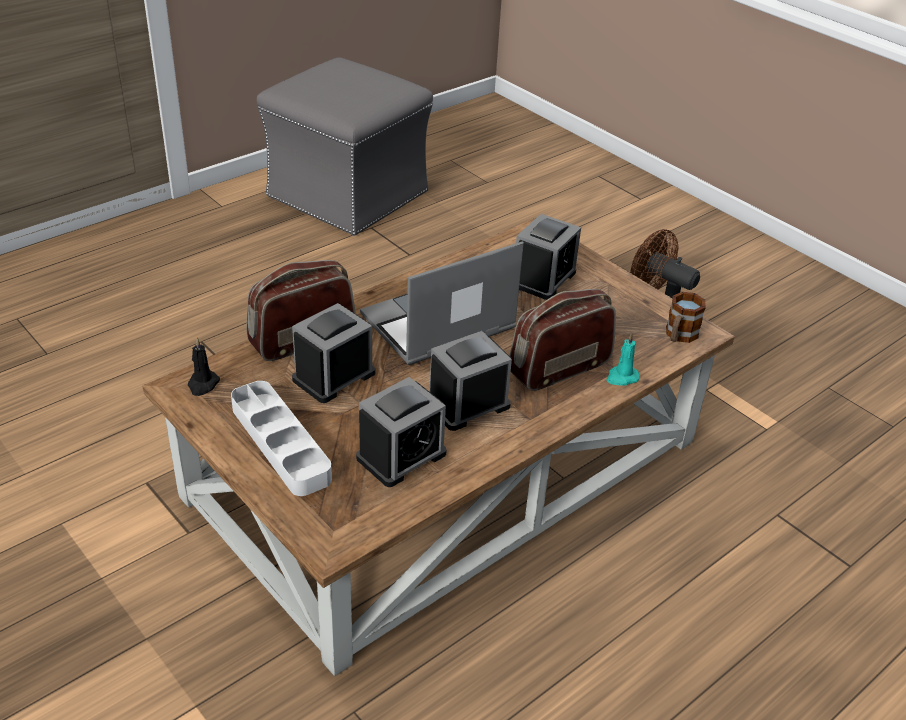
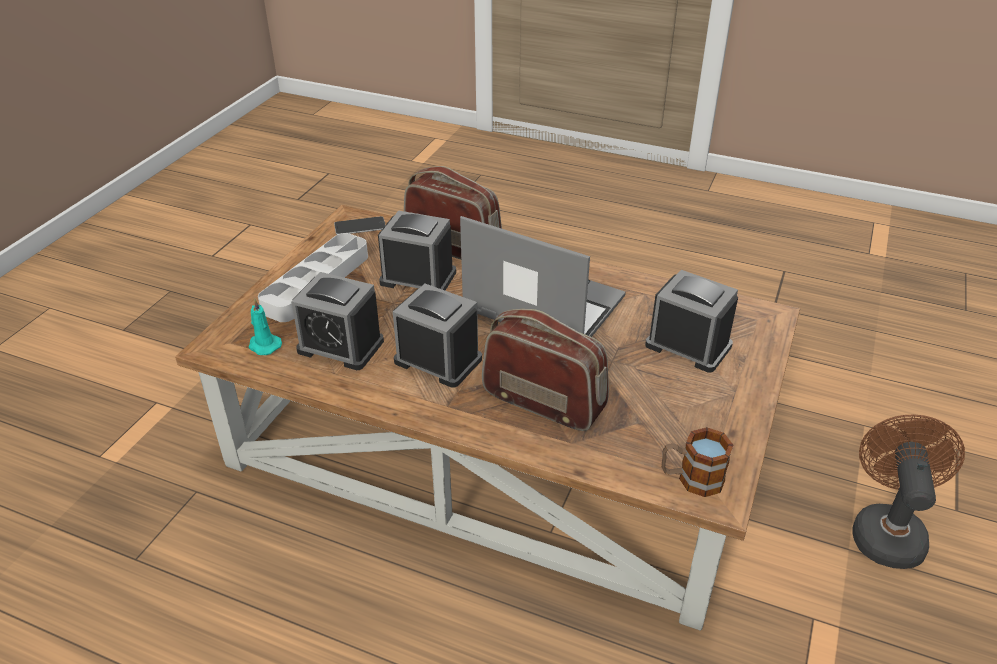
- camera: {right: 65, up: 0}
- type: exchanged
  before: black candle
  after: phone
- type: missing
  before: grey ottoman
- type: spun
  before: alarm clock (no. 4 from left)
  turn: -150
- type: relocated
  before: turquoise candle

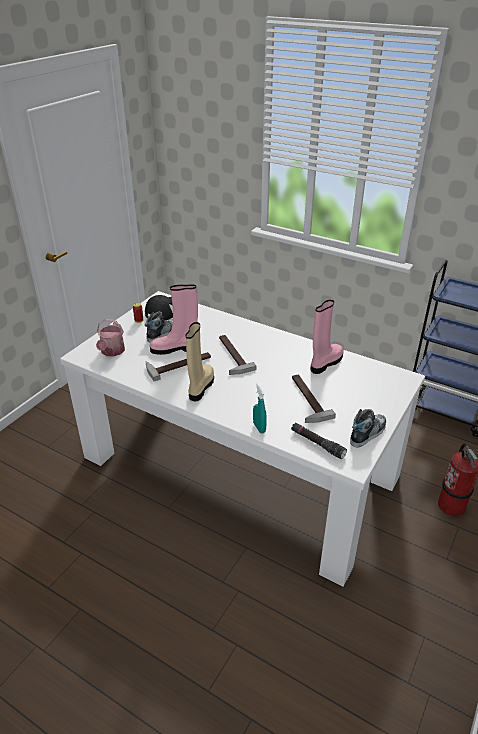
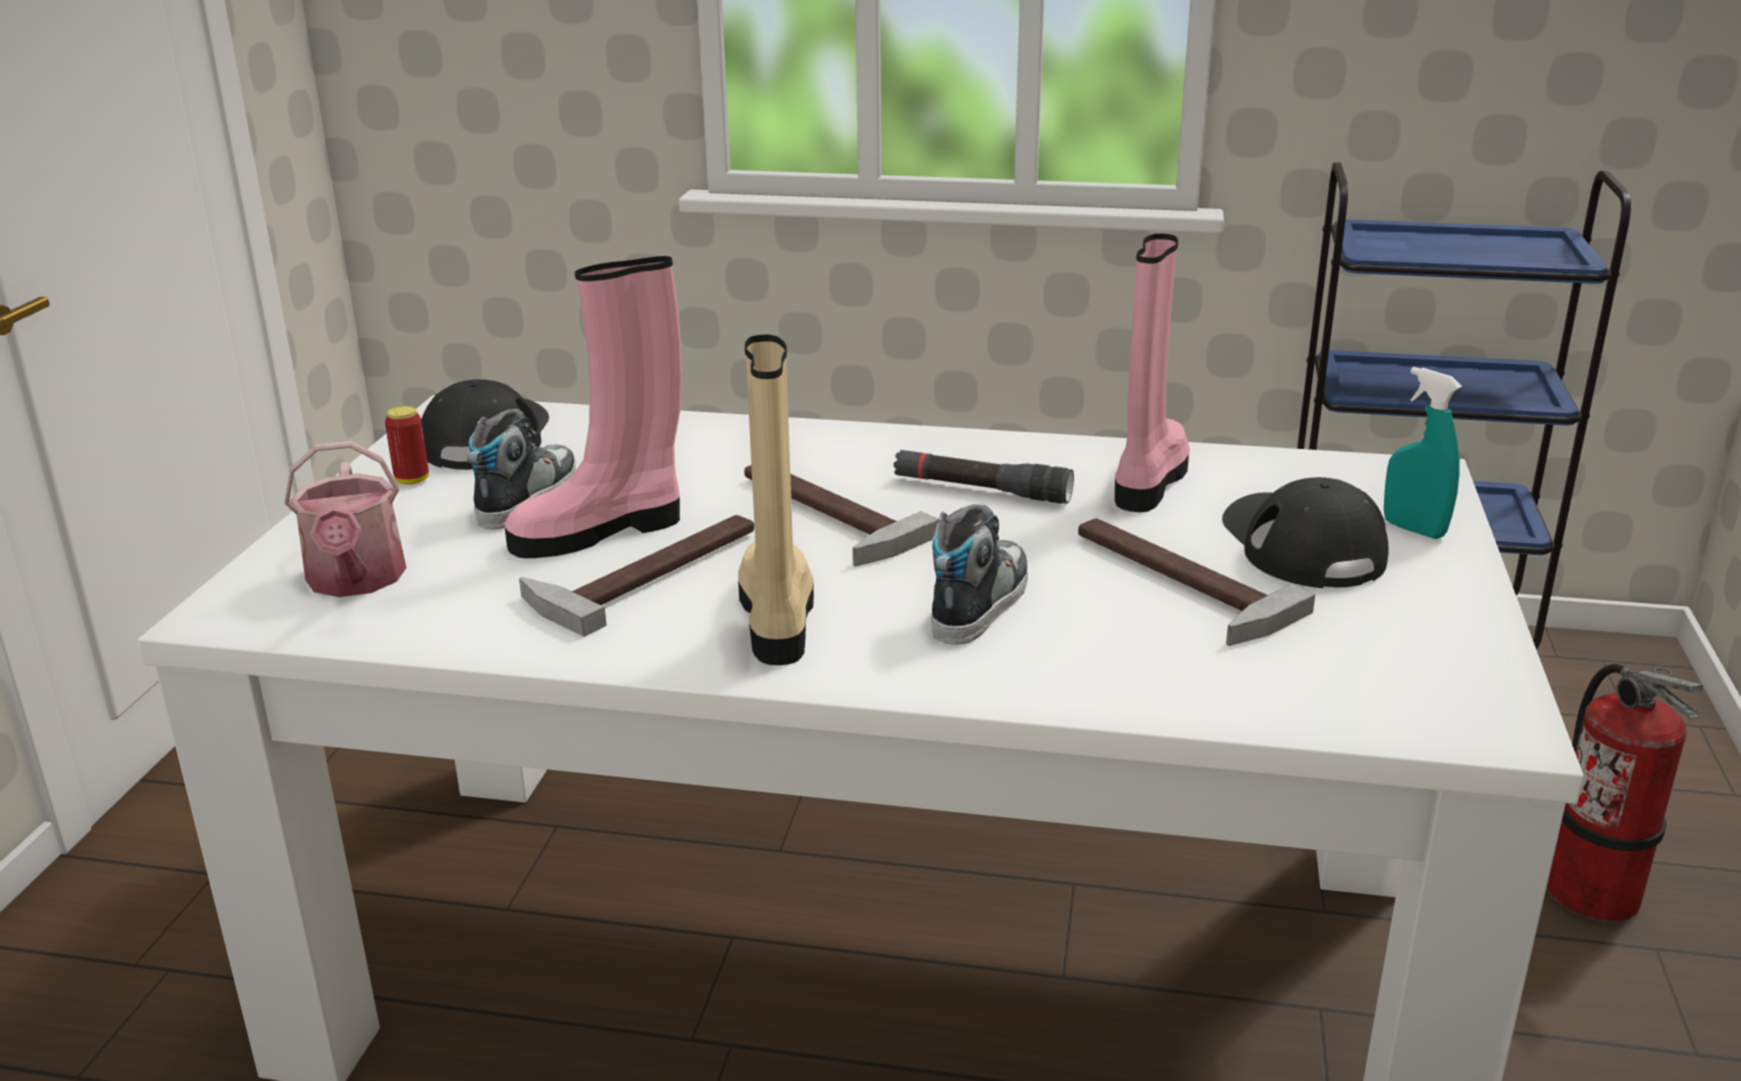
- camera: {right: -20, up: -10}
- type: relocated
  before: turquoise spray bottle
- type: relocated
  before: black flashlight
- type: relocated
  before: shoe (no. 2 from left)
- type: appeared
  after: black cap (no. 2 from left)

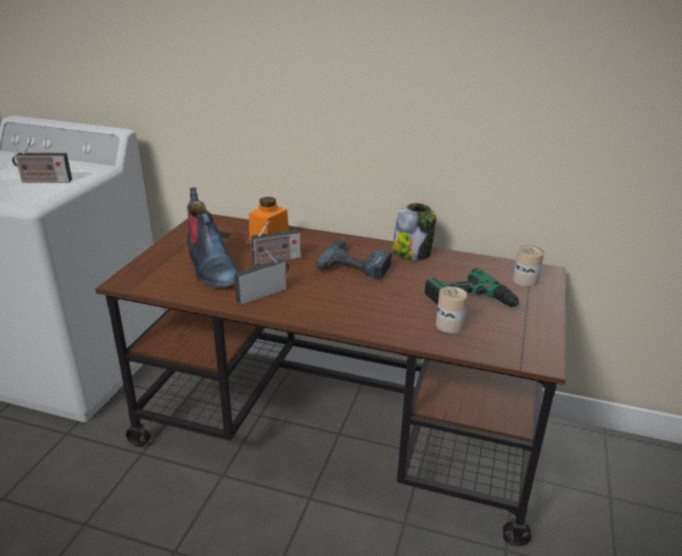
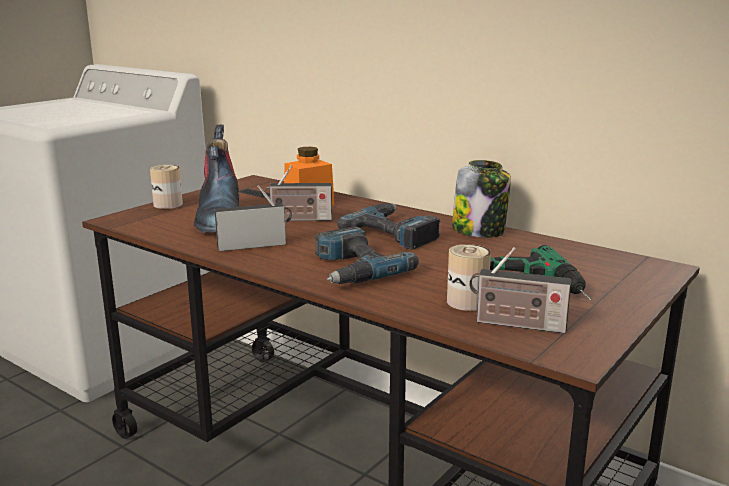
- camera: {right: 20, up: -10}
- type: relocated
  before: radio (no. 1 from left in the first image)
  after: radio (no. 3 from left)
- type: relocated
  before: can (no. 2 from left in the first image)
  after: can (no. 1 from left)
- type: appeared
  after: power drill (no. 1 from left)

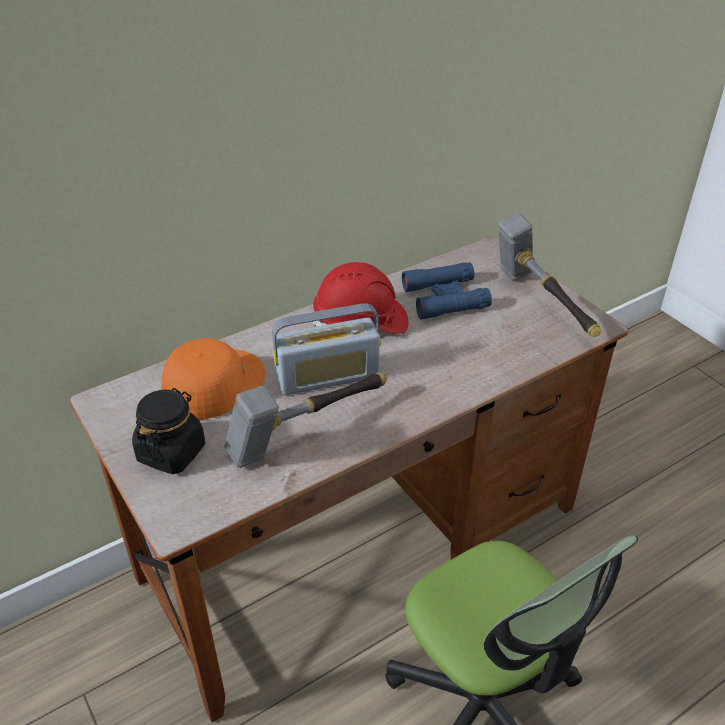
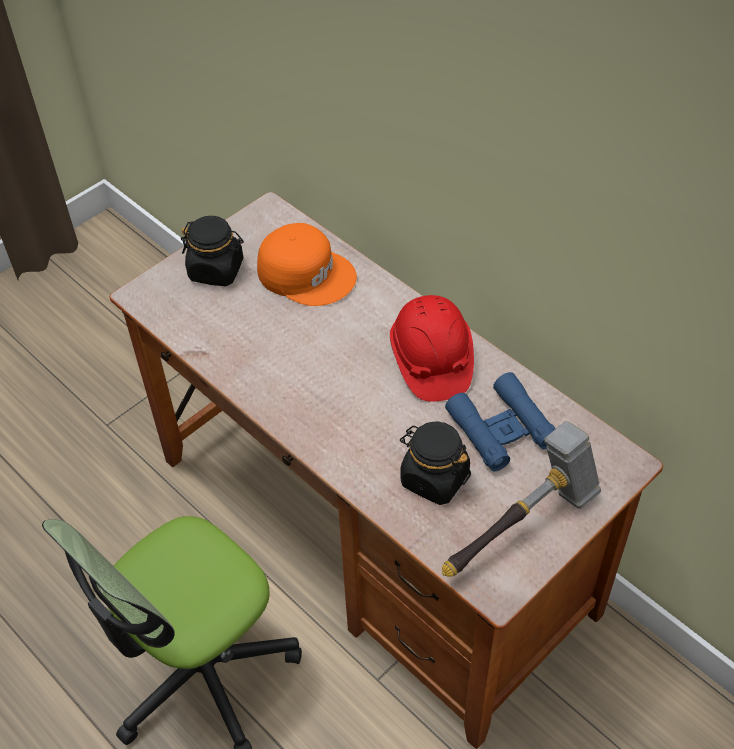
- camera: {right: 80, up: 10}
- type: missing
  before: hammer (no. 1 from left)
- type: missing
  before: radio
- type: appeared
  after: black jar (no. 2 from left)

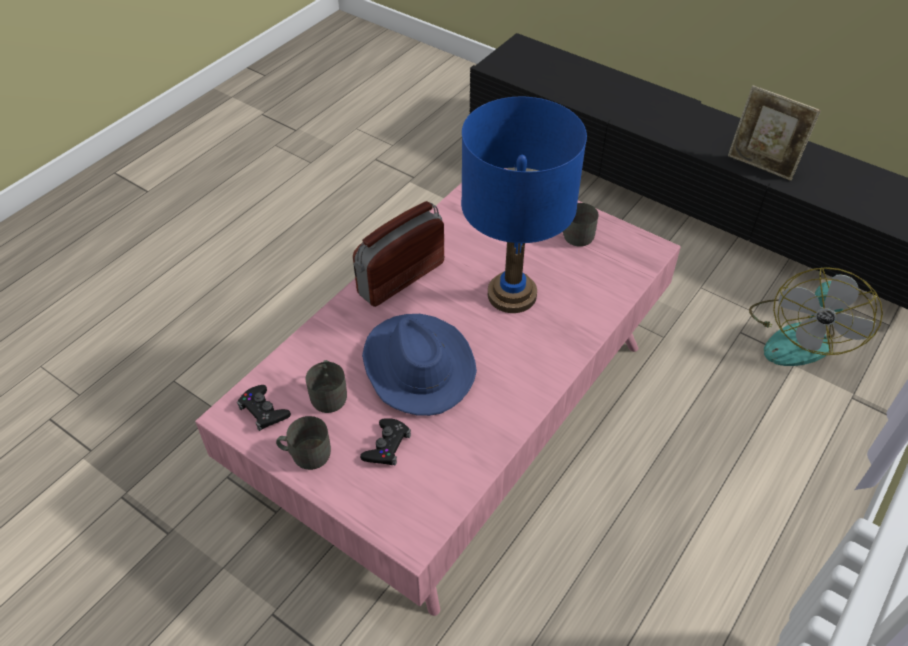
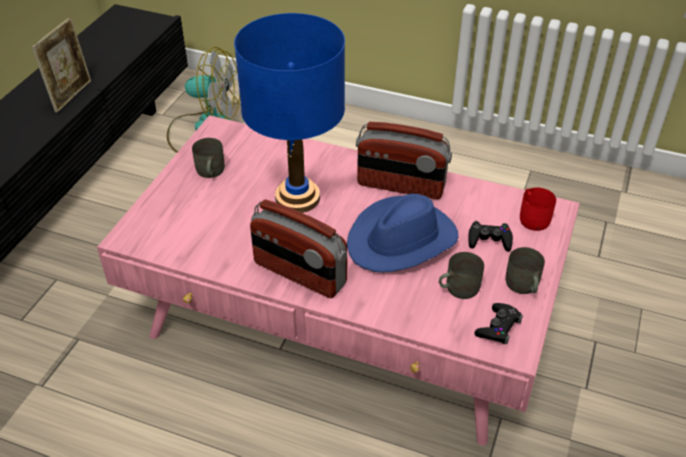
- camera: {right: -105, up: -5}
- type: appeared
  after: radio (no. 2 from left)
- type: appeared
  after: red mug

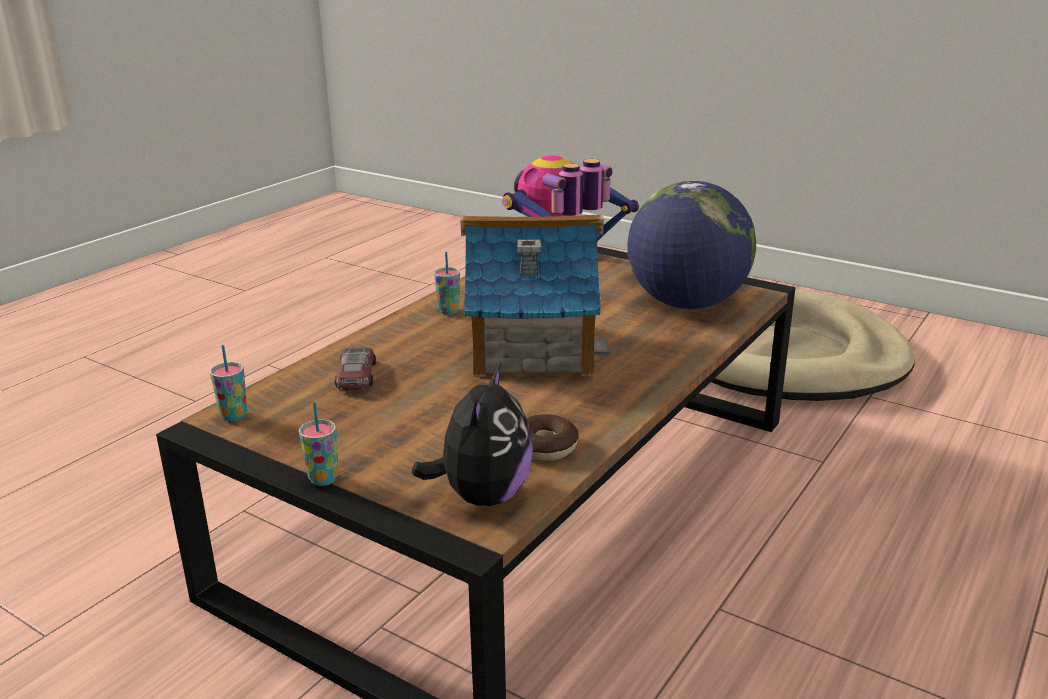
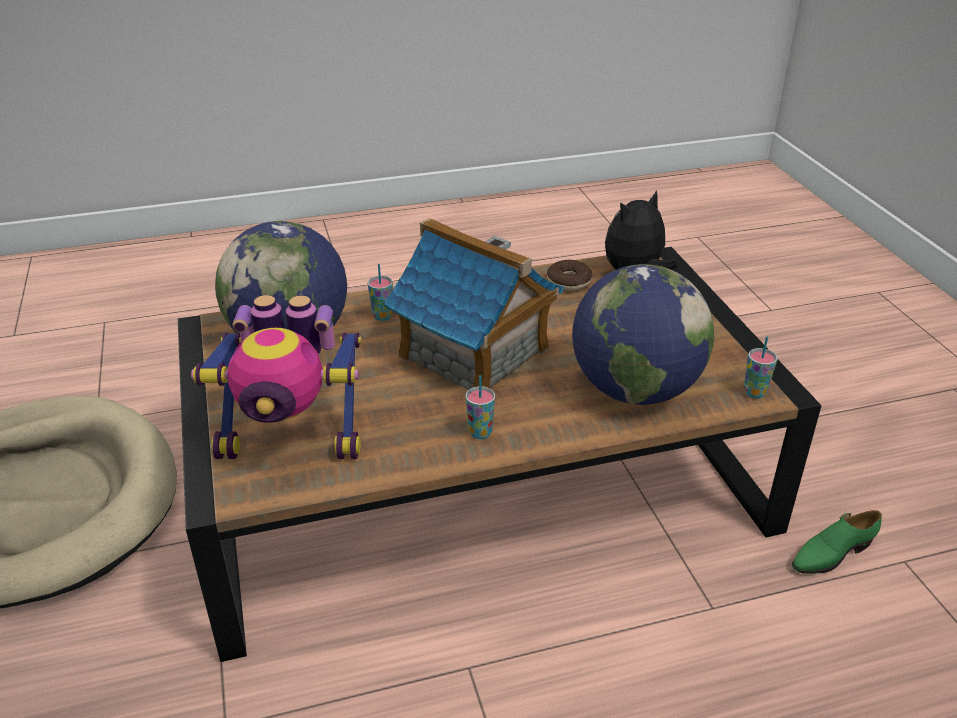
- camera: {right: -140, up: 10}
- type: relocated
  before: cup (no. 2 from left in the first image)
  after: cup (no. 1 from left)
- type: exchanged
  before: toy car
  after: globe (no. 2 from left)
- type: appeared
  after: green shoe

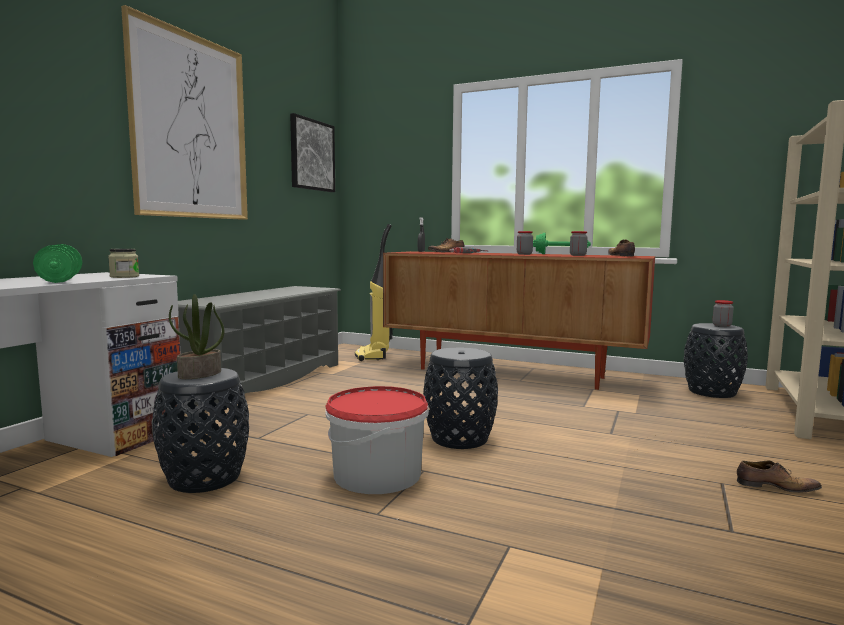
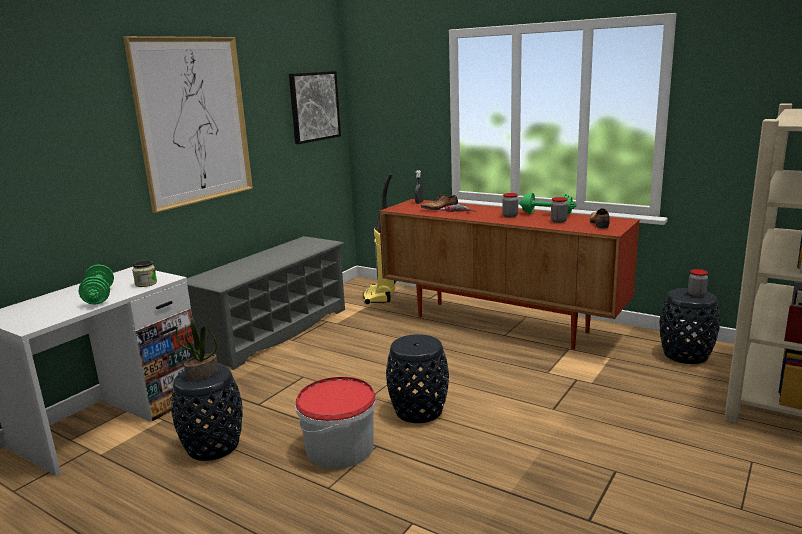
- camera: {right: 10, up: 10}
- type: missing
  before: shoe (no. 3 from left)

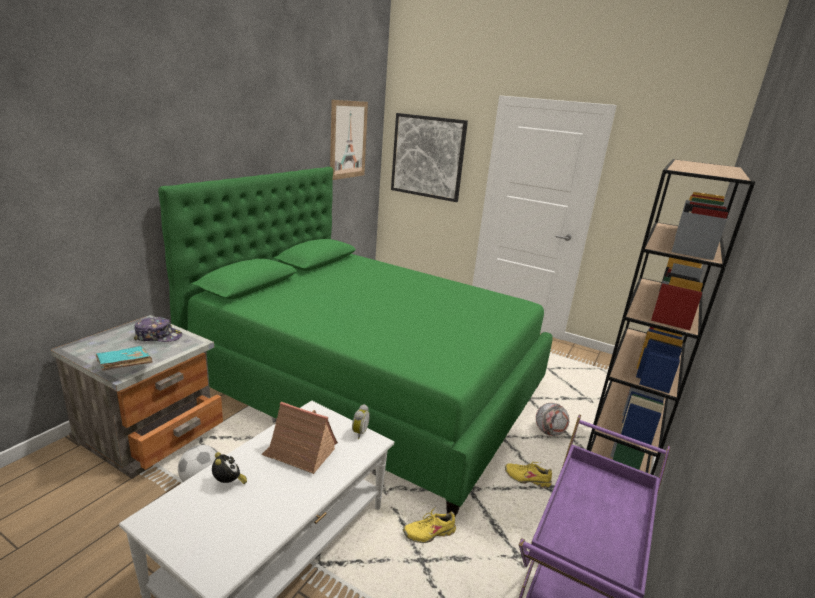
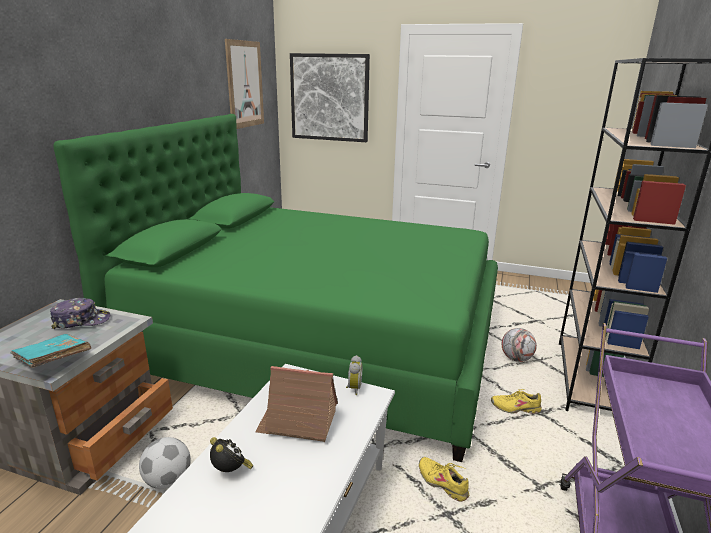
- camera: {right: -10, up: 0}
- type: spun
  before: yellow shoe (no. 1 from left)
  turn: 75

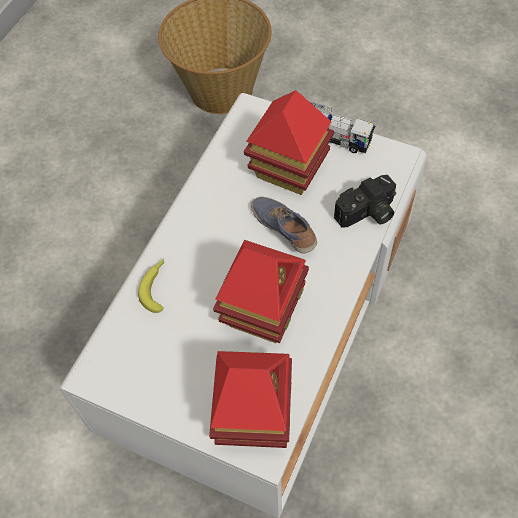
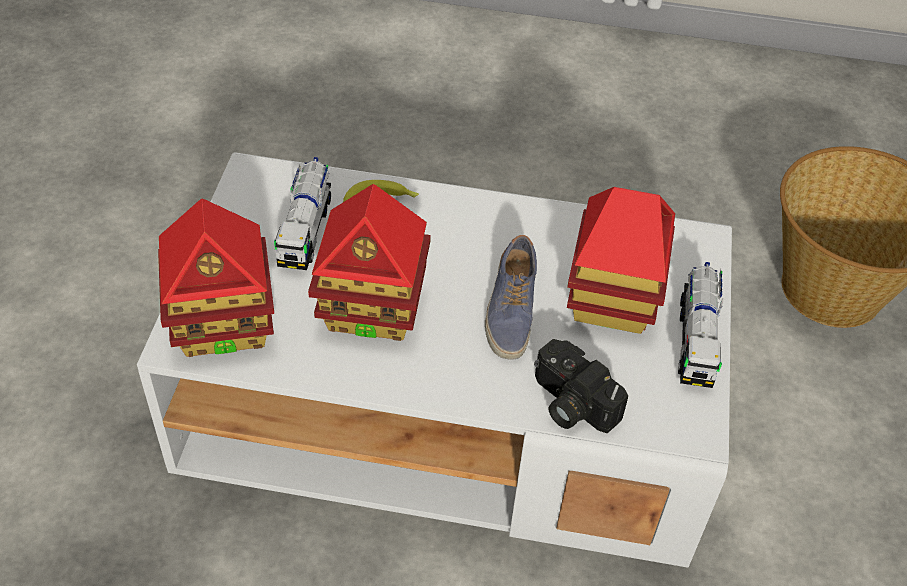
- camera: {right: 70, up: -10}
- type: spun
  before: shoe
  turn: 150
- type: appeared
  after: toy truck (no. 1 from left)

